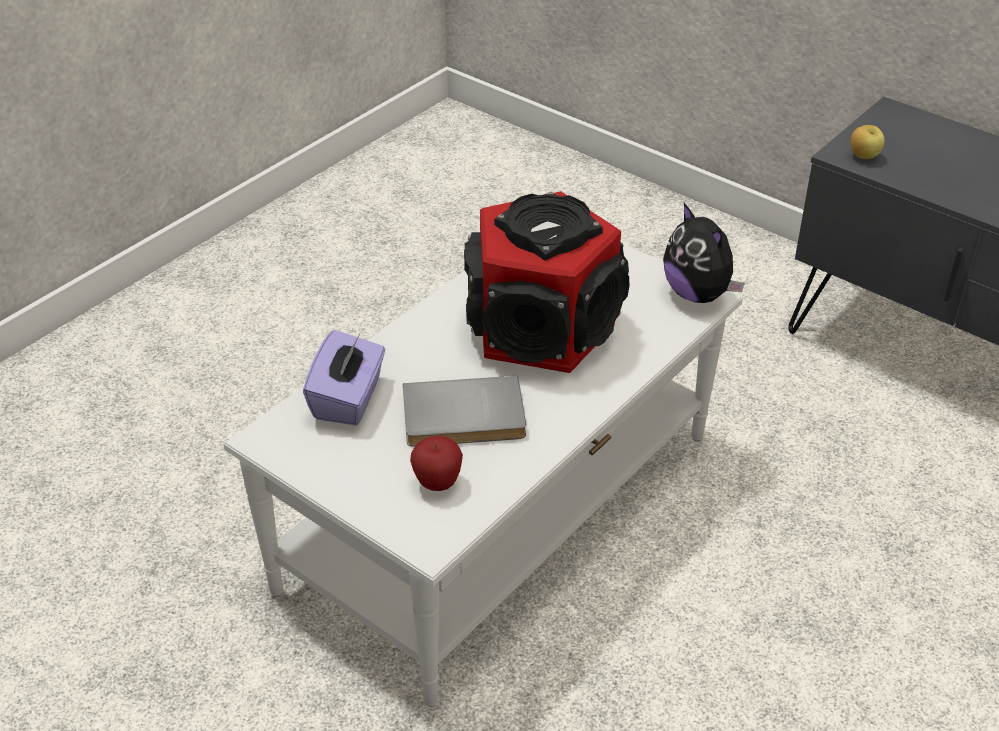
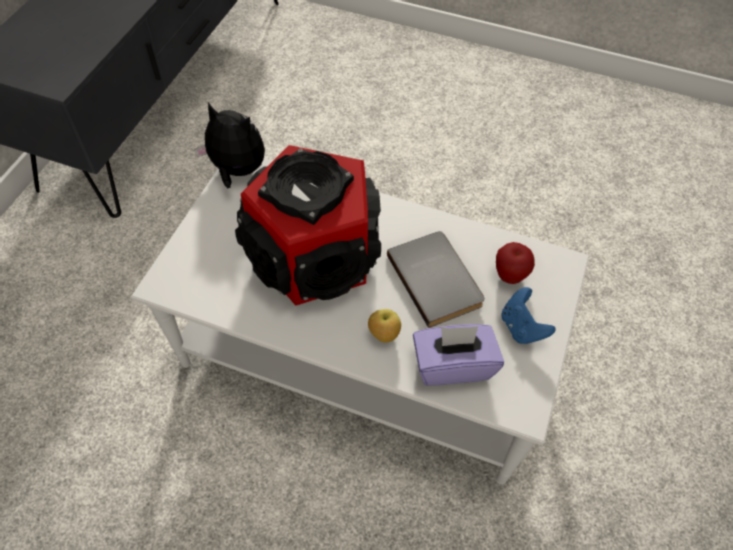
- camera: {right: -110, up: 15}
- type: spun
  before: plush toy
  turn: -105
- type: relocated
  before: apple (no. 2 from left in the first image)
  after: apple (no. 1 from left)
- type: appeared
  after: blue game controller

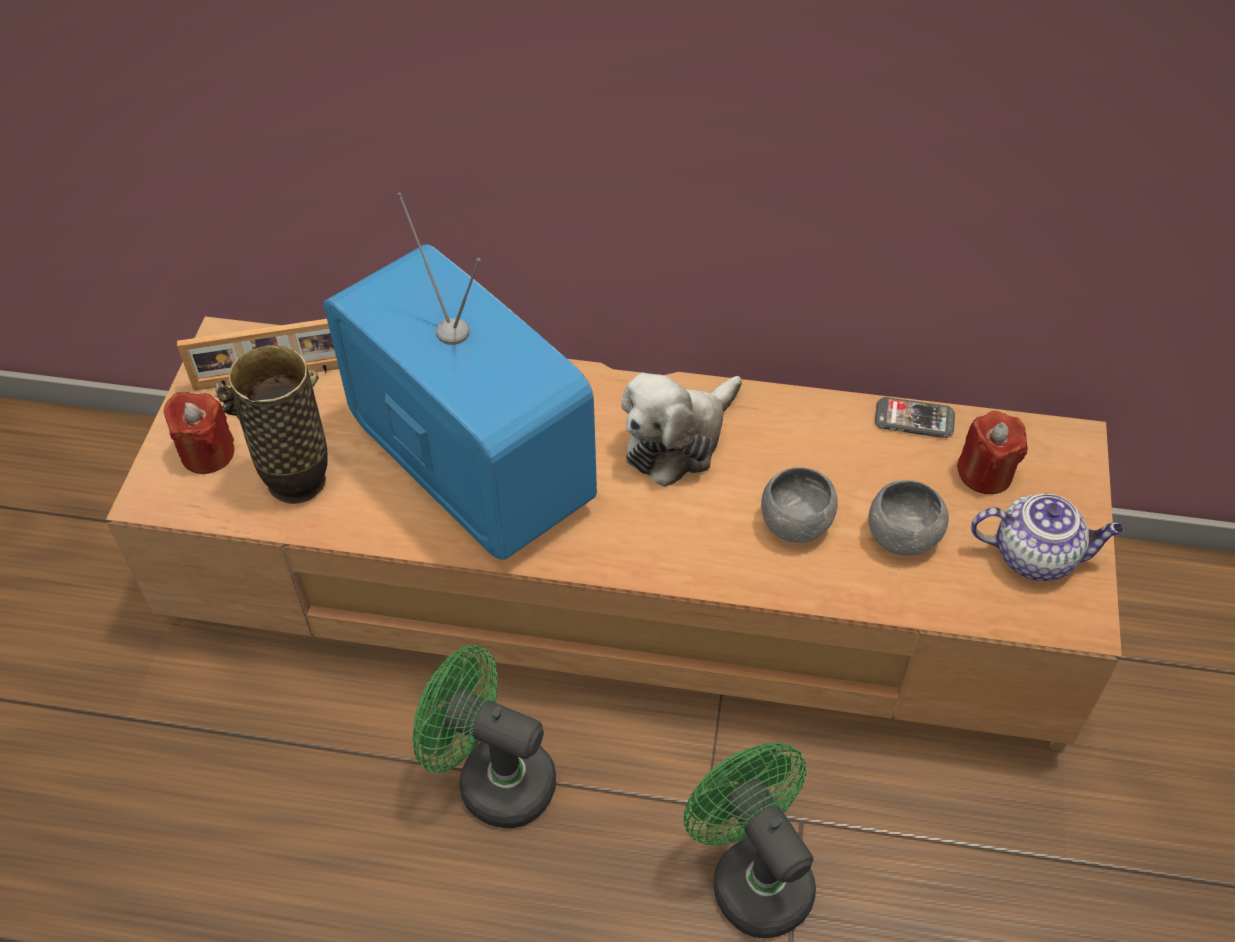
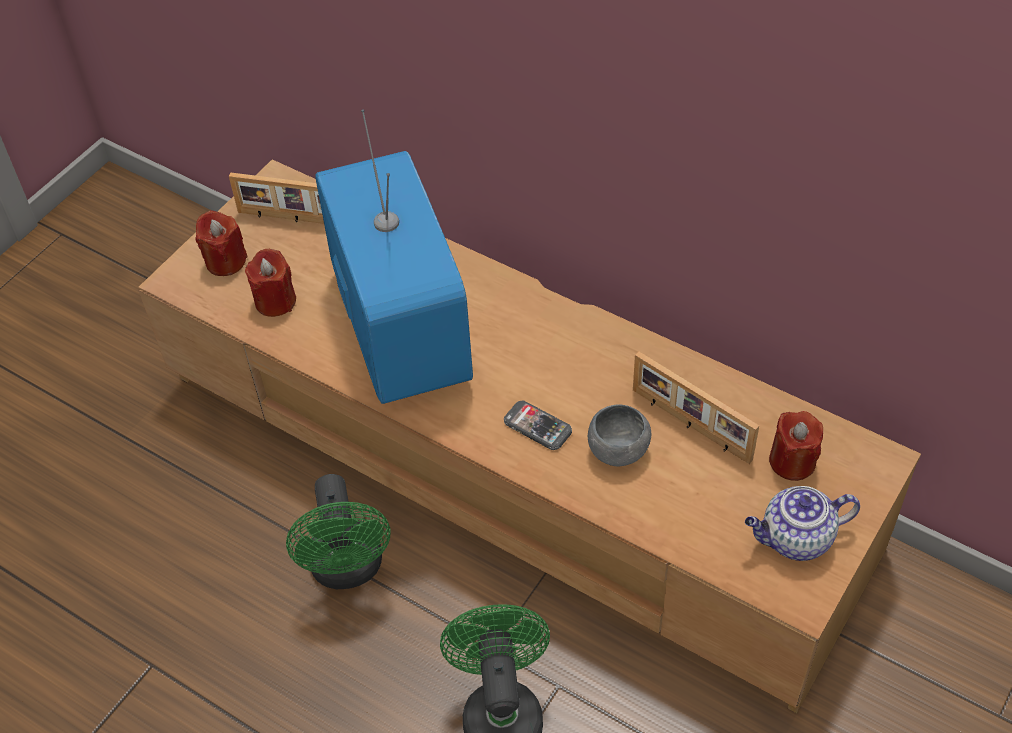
- camera: {right: 25, up: 0}
- type: exchanged
  before: vase
  after: red candle (no. 2 from left)
- type: spun
  before: green fan (no. 1 from left)
  turn: -150
- type: missing
  before: plush toy
- type: missing
  before: grey bowl (no. 2 from left)
- type: relocated
  before: phone
- type: spun
  before: teapot
  turn: 135
- type: appeared
  after: picture frame (no. 2 from left)

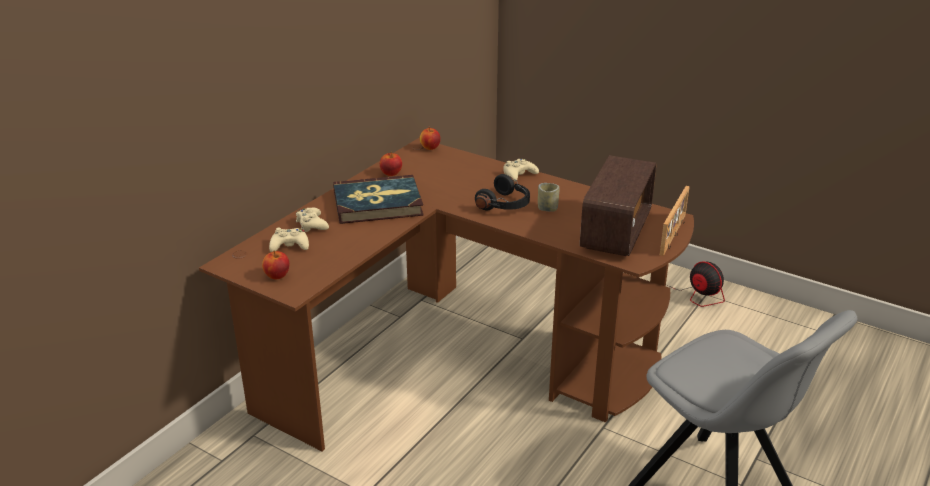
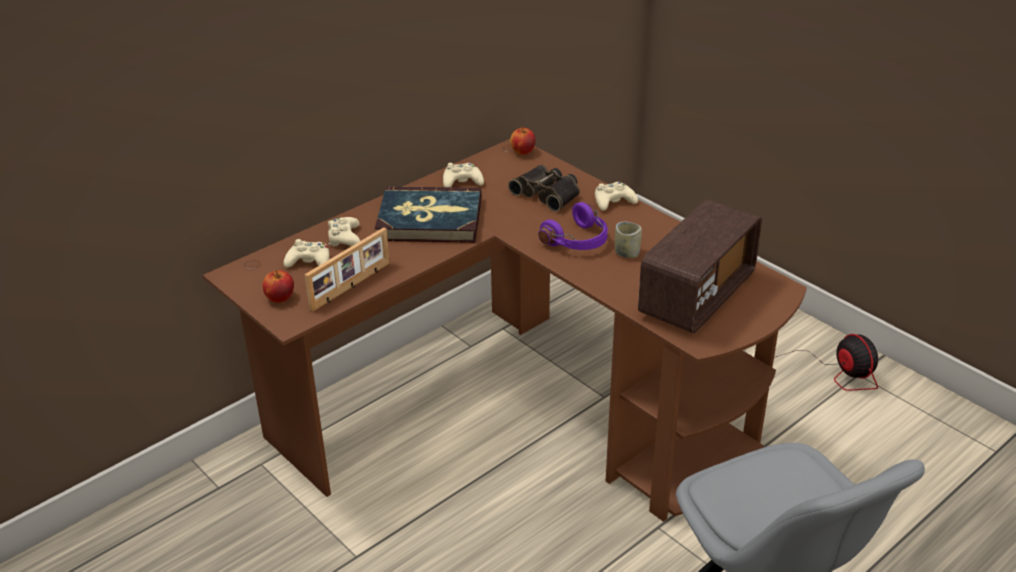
- camera: {right: 15, up: 5}
- type: exchanged
  before: apple (no. 2 from left)
  after: beige game controller (no. 3 from left)
- type: colour
  before: black headphones
  after: purple headphones
- type: relocated
  before: picture frame
- type: appeared
  after: binoculars

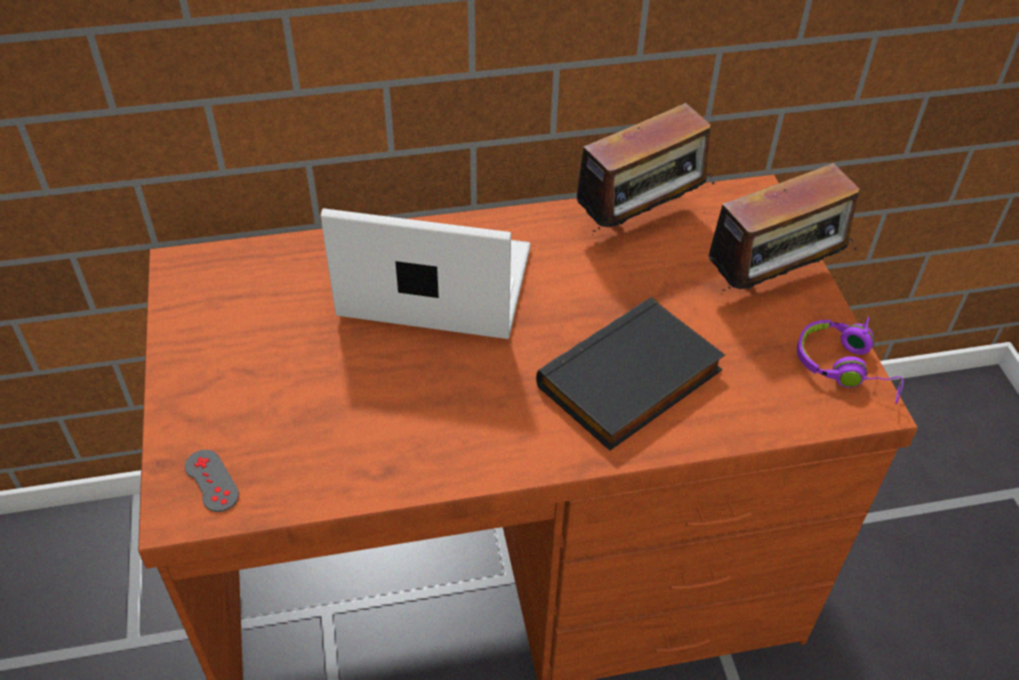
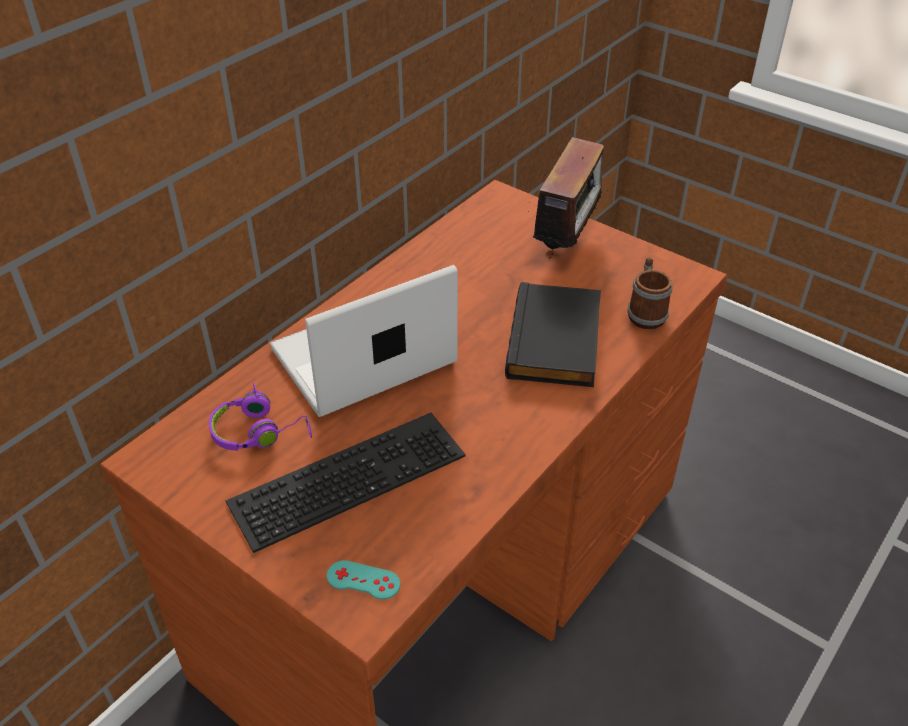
- camera: {right: -40, up: -5}
- type: colour
  before: grey game controller
  after: turquoise game controller
- type: missing
  before: radio (no. 1 from left)
- type: relocated
  before: purple headphones
- type: appeared
  after: keyboard
- type: appeared
  after: mug

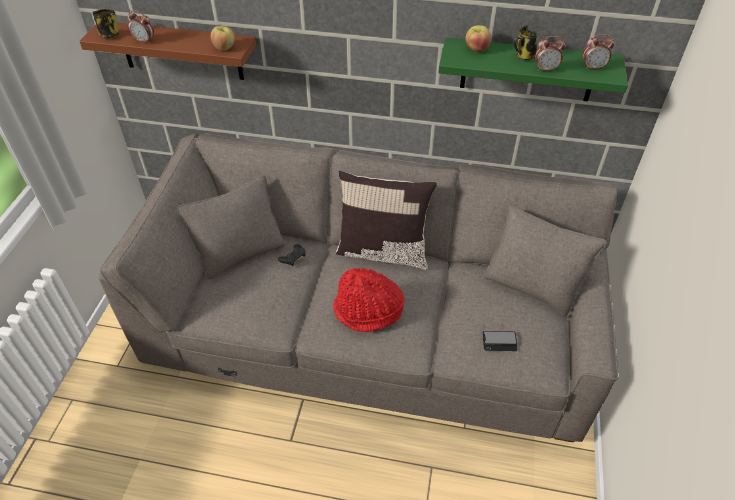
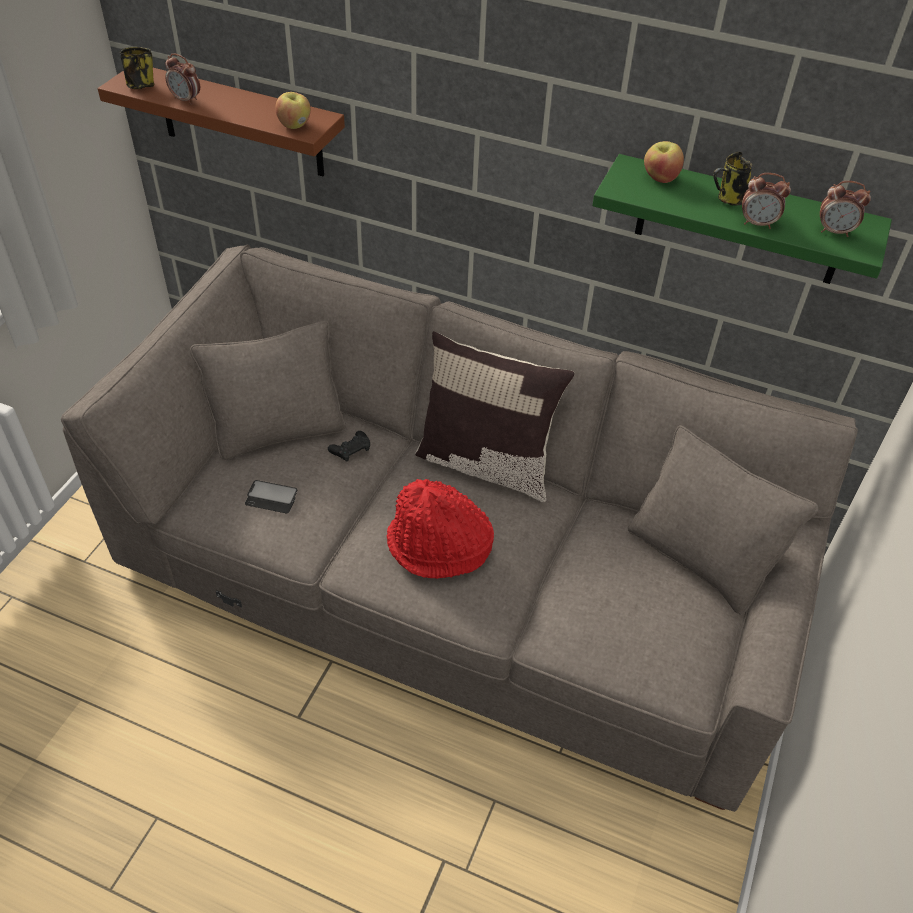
- camera: {right: 10, up: 0}
- type: relocated
  before: phone

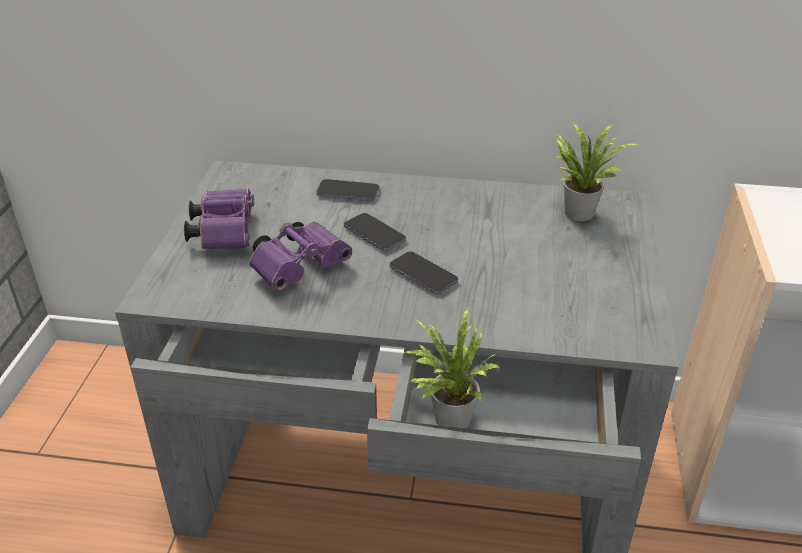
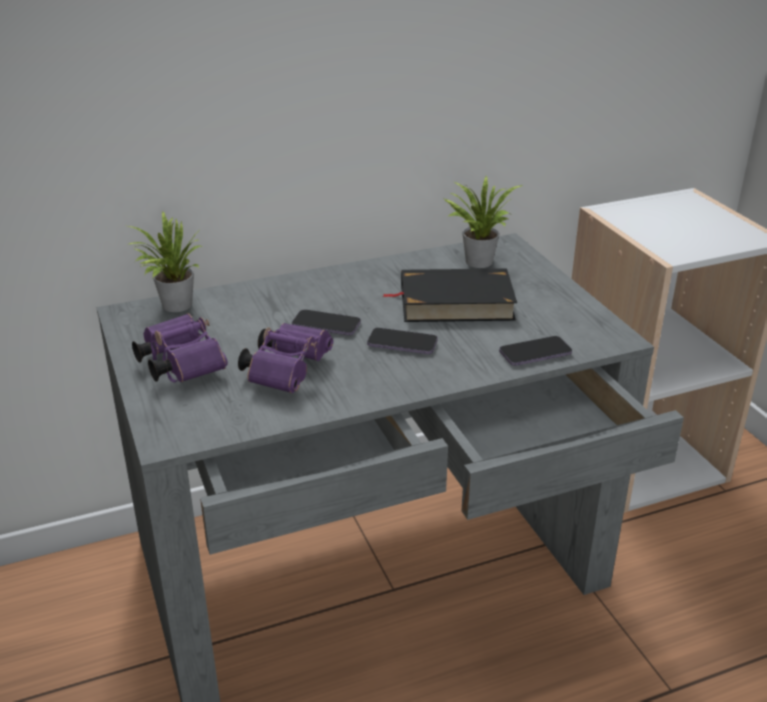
- camera: {right: -30, up: -5}
- type: relocated
  before: phone (no. 1 from left in the first image)
  after: phone (no. 3 from left)
- type: relocated
  before: potted plant (no. 1 from left)
- type: appeared
  after: black book

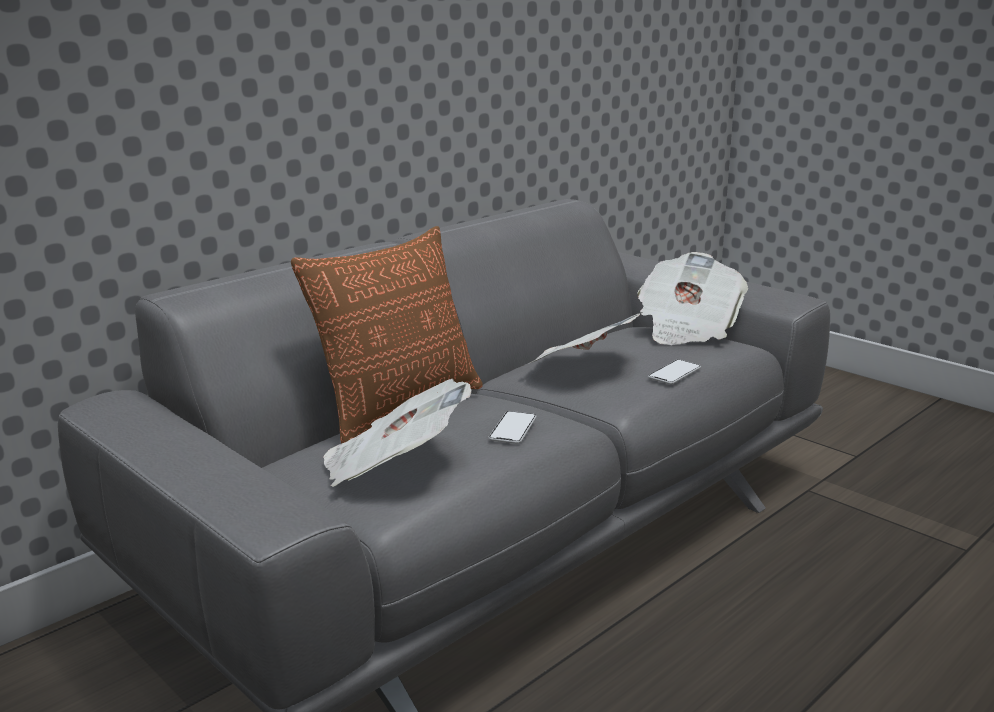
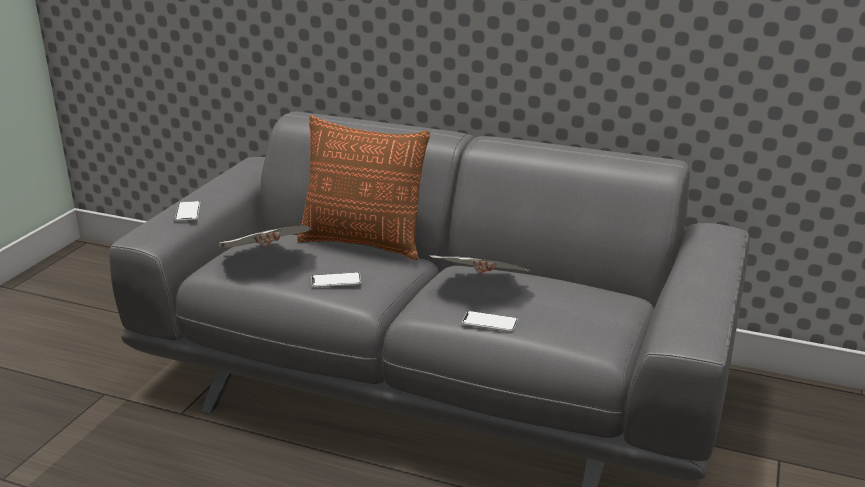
- camera: {right: 65, up: 5}
- type: missing
  before: newspaper (no. 3 from left)
- type: appeared
  after: phone (no. 1 from left)

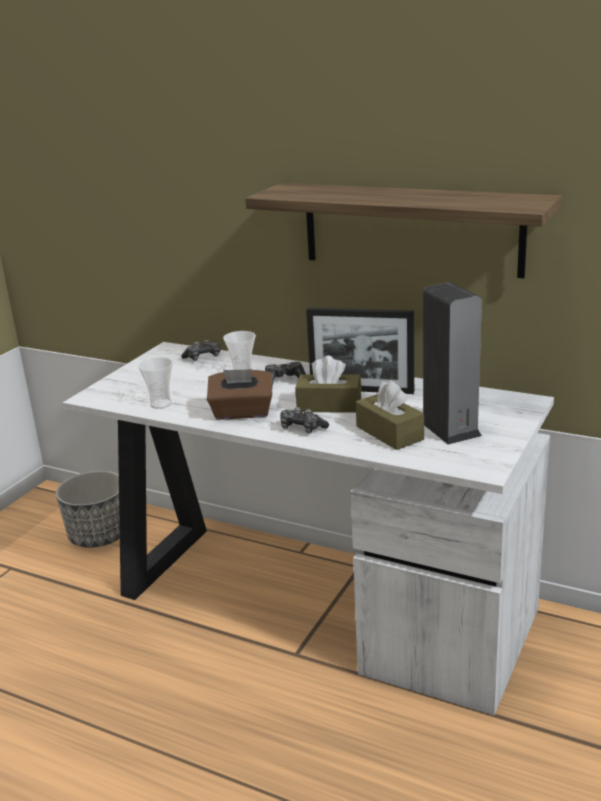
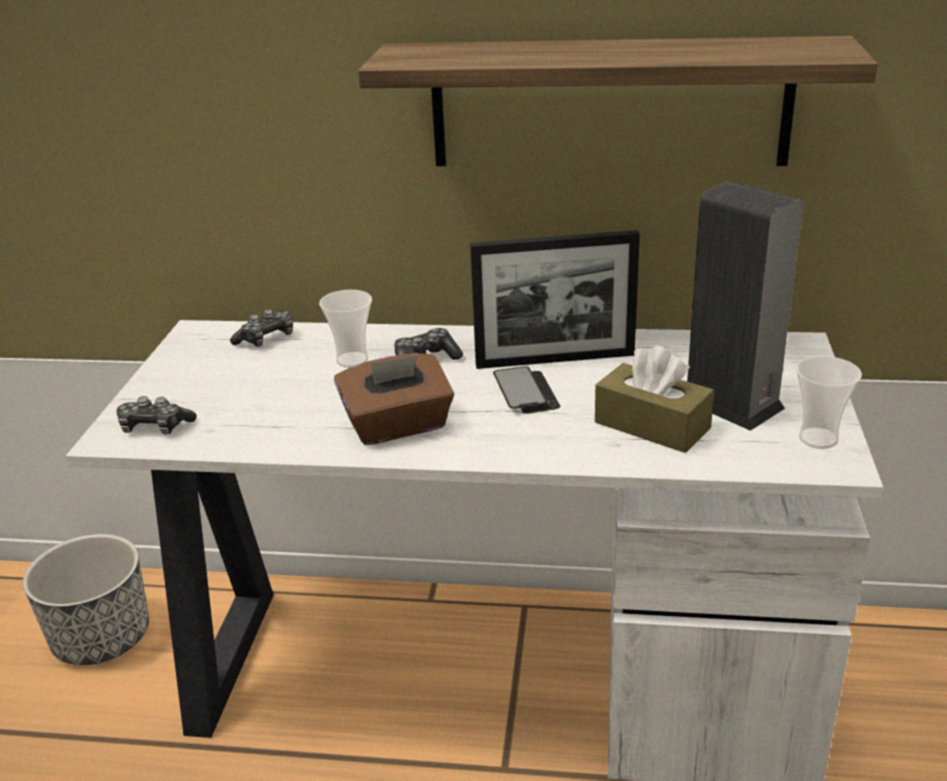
- camera: {right: -20, up: 5}
- type: relocated
  before: cup (no. 1 from left in the first image)
  after: cup (no. 2 from left)
- type: relocated
  before: game controller (no. 3 from left in the first image)
  after: game controller (no. 1 from left)
- type: exchanged
  before: brown tissue box (no. 2 from left)
  after: phone

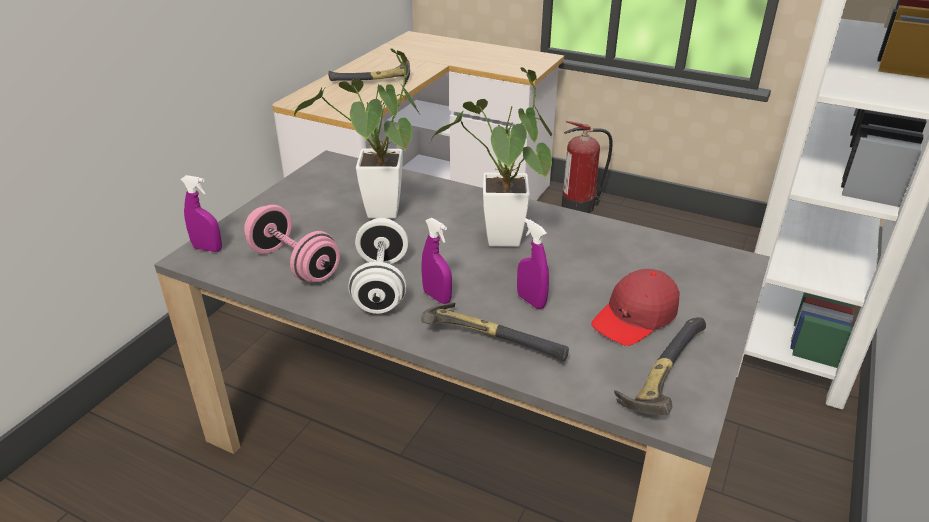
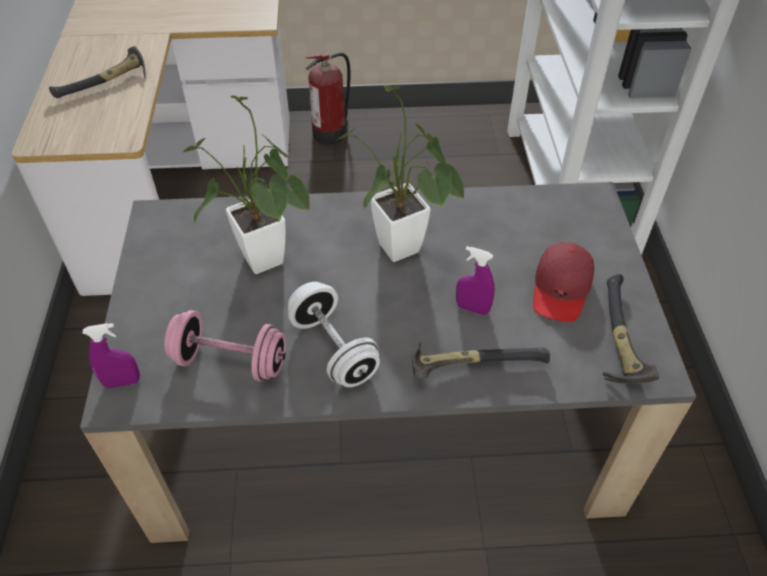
- camera: {right: -30, up: 15}
- type: missing
  before: purple spray bottle (no. 2 from left)

